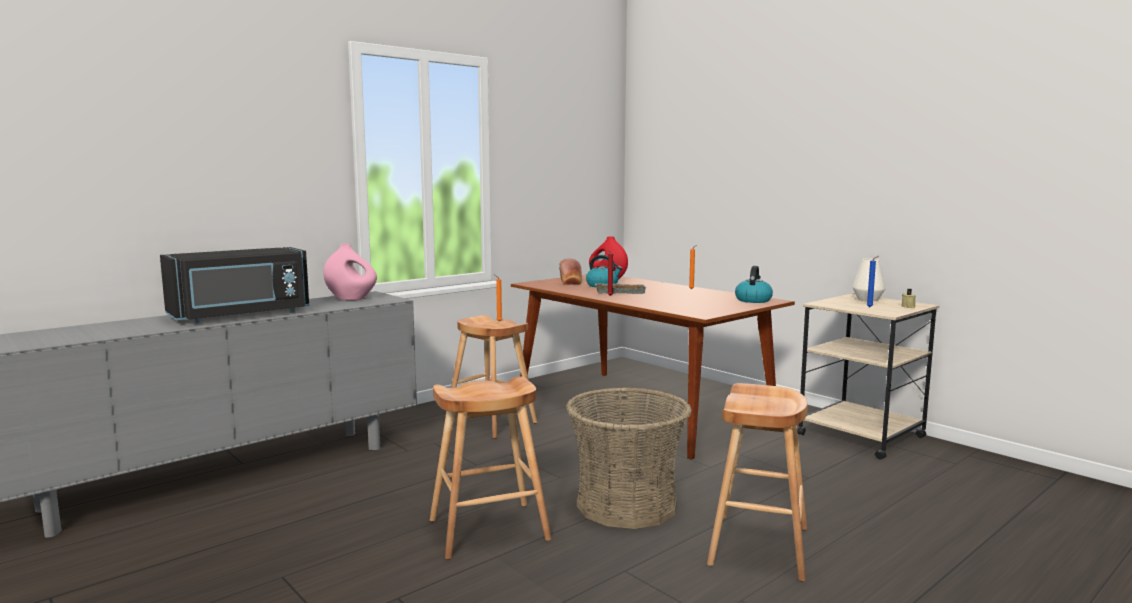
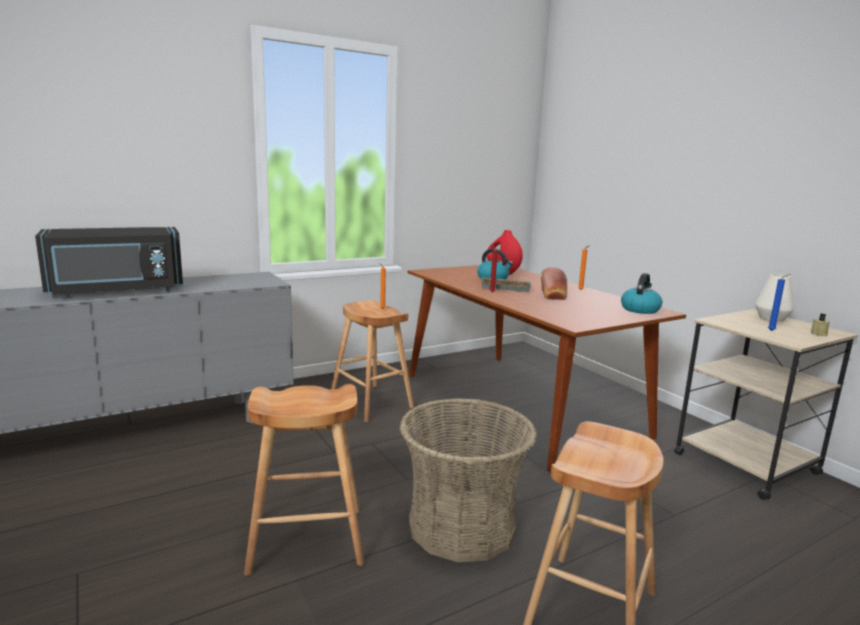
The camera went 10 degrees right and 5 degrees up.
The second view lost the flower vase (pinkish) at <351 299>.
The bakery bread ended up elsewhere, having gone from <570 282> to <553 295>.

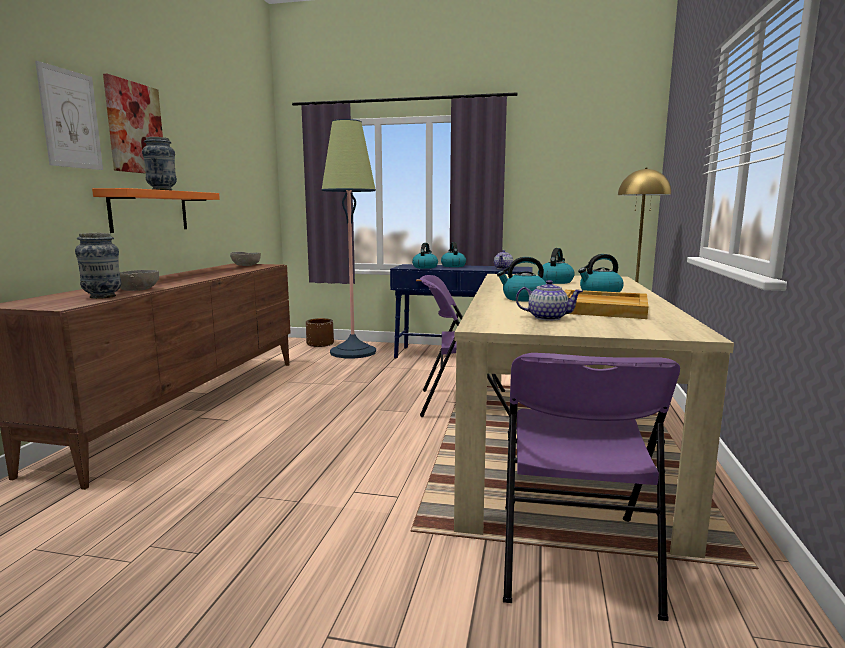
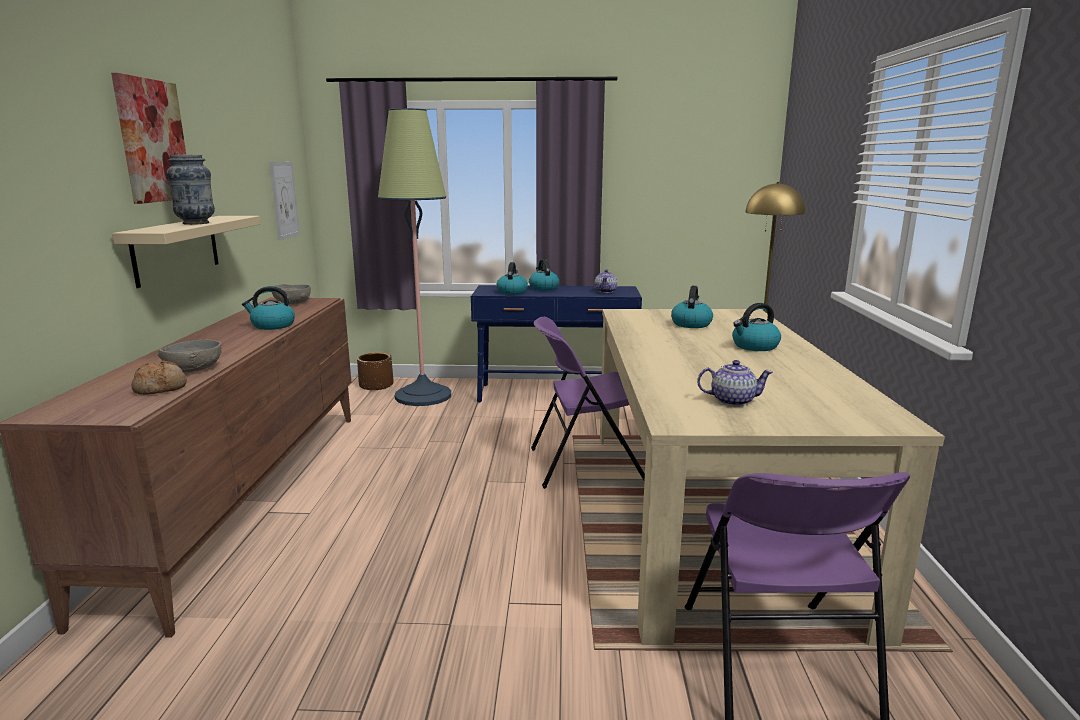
The camera went 10 degrees left and 5 degrees up.
The picture ended up elsewhere, having gone from <70 119> to <284 200>.
What was the bracket shelf (orange) at <149 211> turned into the bracket shelf (beige-coloured) at <176 249>.
Where the flower vase stood at <102 297>, the bakery bread came to stand at <161 388>.
The kettle ended up elsewhere, having gone from <523 298> to <272 326>.
The second view lost the tray (beige-coloured) at <603 308>.

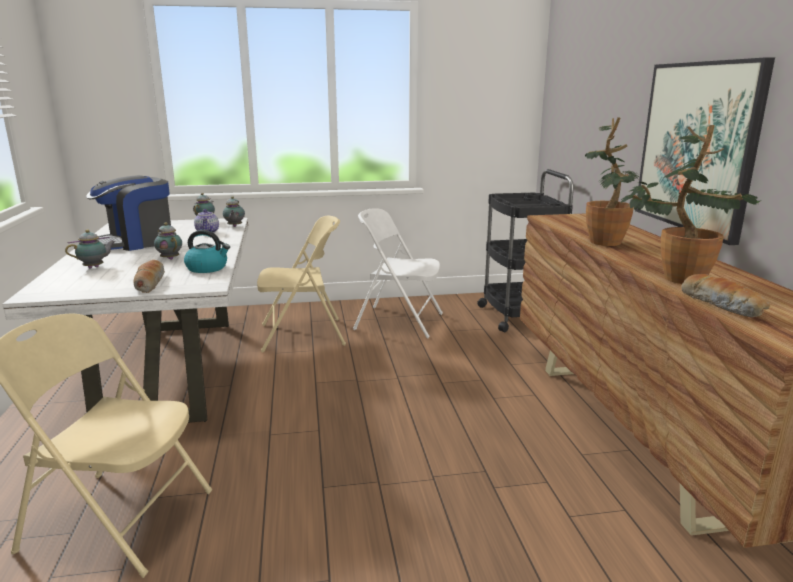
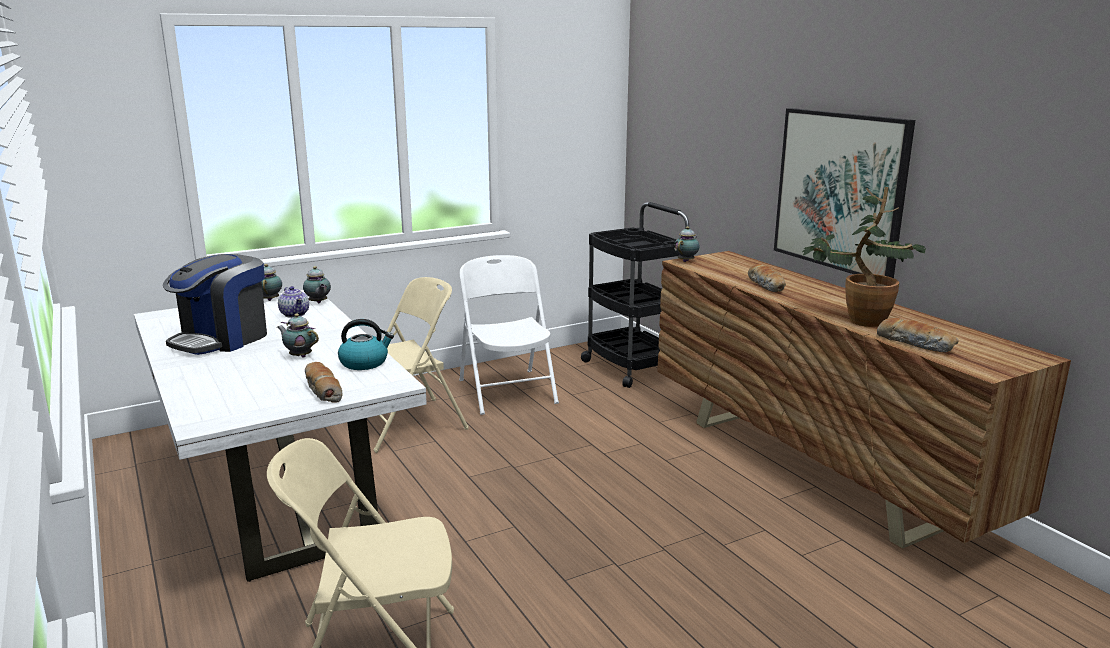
The camera went 20 degrees left and 0 degrees up.
Where the potted plant stood at <607 240>, the bakery bread came to stand at <766 285>.
The upright chair (whitish) at <399 321> ended up facing another way, 75 degrees clockwise from before.
The tea pot ended up elsewhere, having gone from <95 267> to <686 261>.

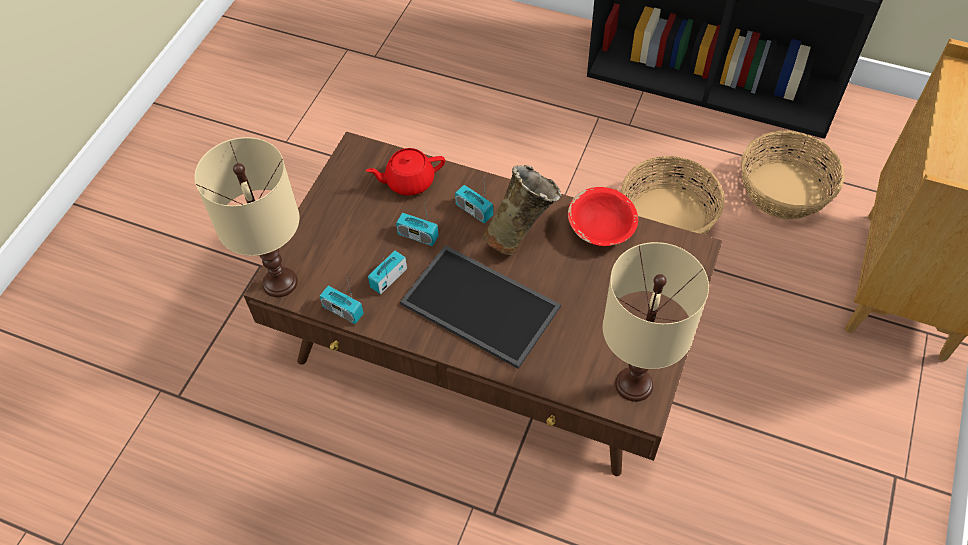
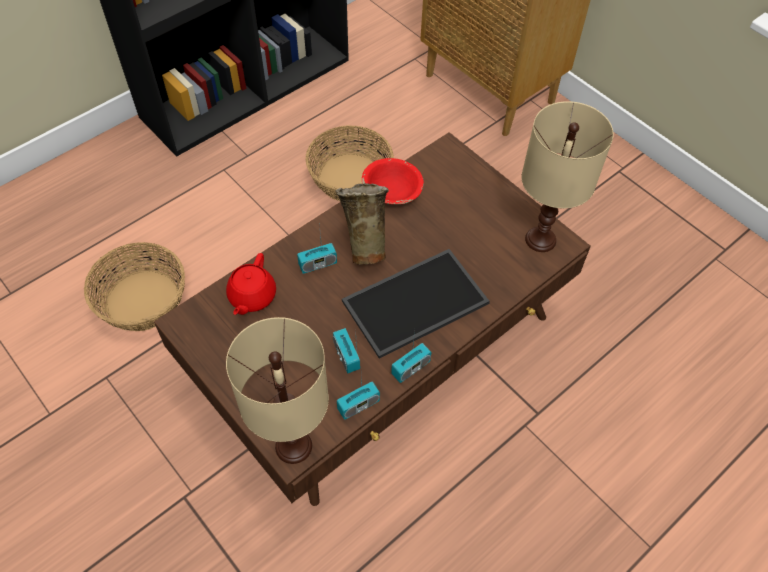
The camera went 65 degrees left and 0 degrees up.
The basket ended up elsewhere, having gone from <784 190> to <142 300>.
The radio ended up elsewhere, having gone from <418 236> to <411 368>.

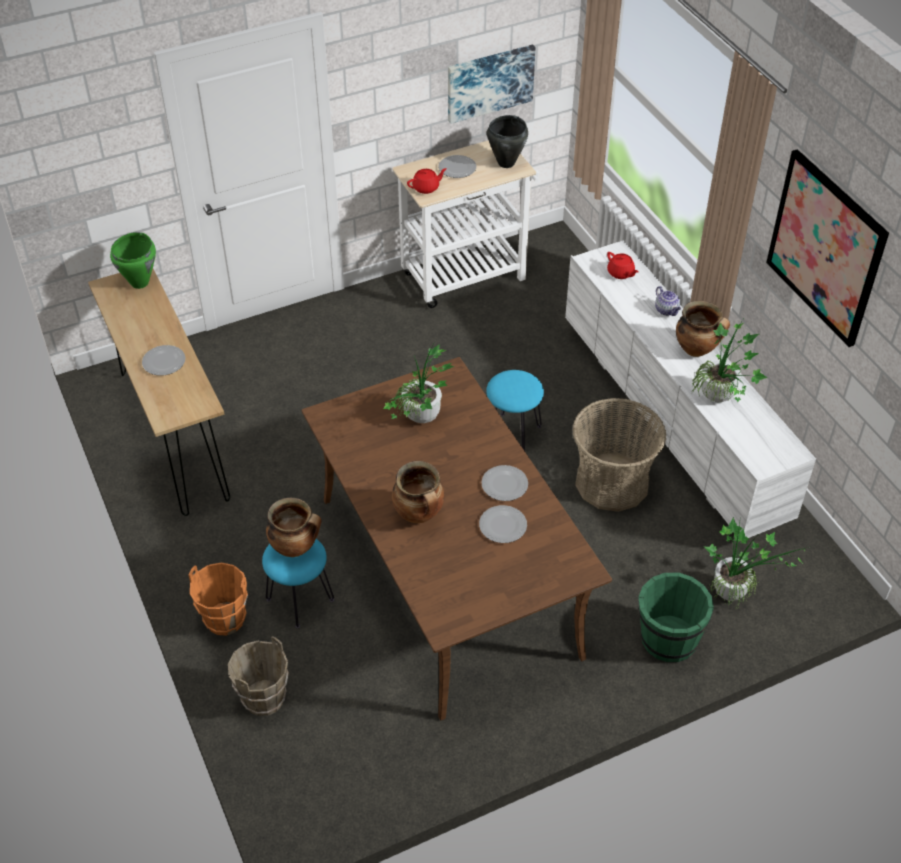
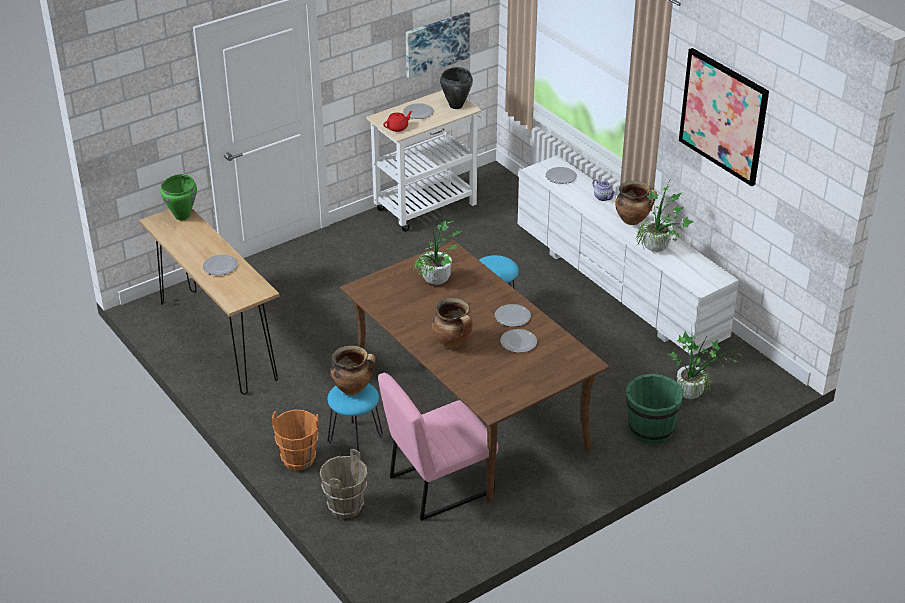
The camera went 10 degrees left and 10 degrees down.
Where the tea pot (red-coloured) stood at <620 273>, the plate came to stand at <561 177>.
The second view lost the basket at <612 483>.
The second view gained the upright chair (pinkish) at <438 485>.

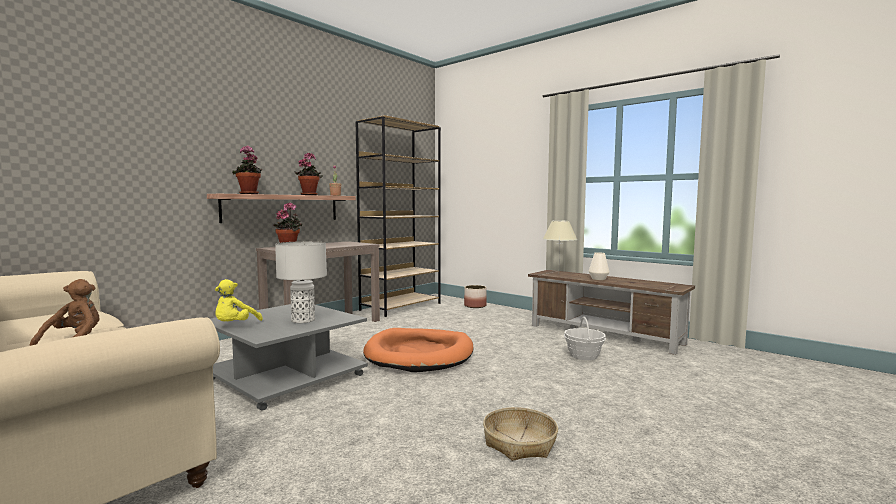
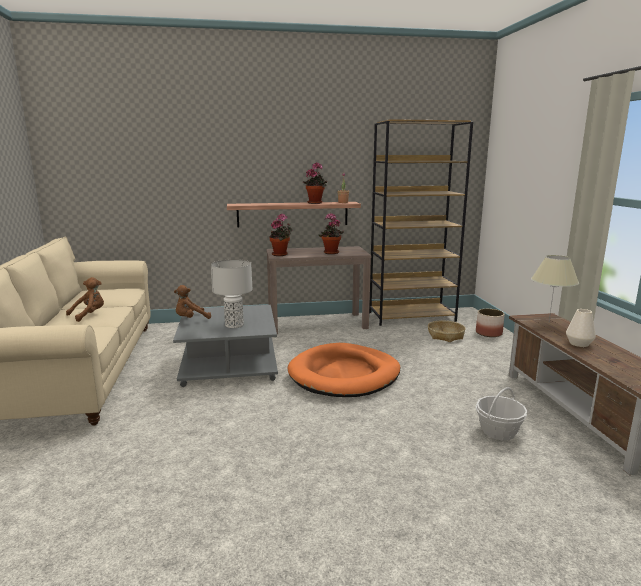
The camera went 40 degrees right and 10 degrees up.
The potted plant ended up elsewhere, having gone from <249 194> to <331 253>.
What was the cuddly toy (yellow-coloured) at <235 325> turned into the cuddly toy (brownish) at <191 319>.
The basket ended up elsewhere, having gone from <519 443> to <445 336>.

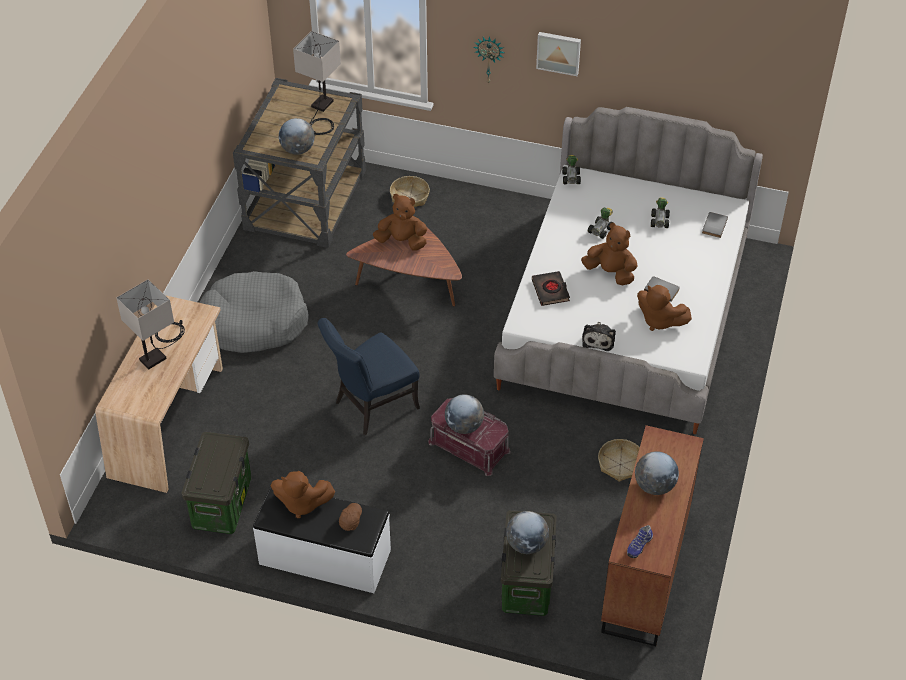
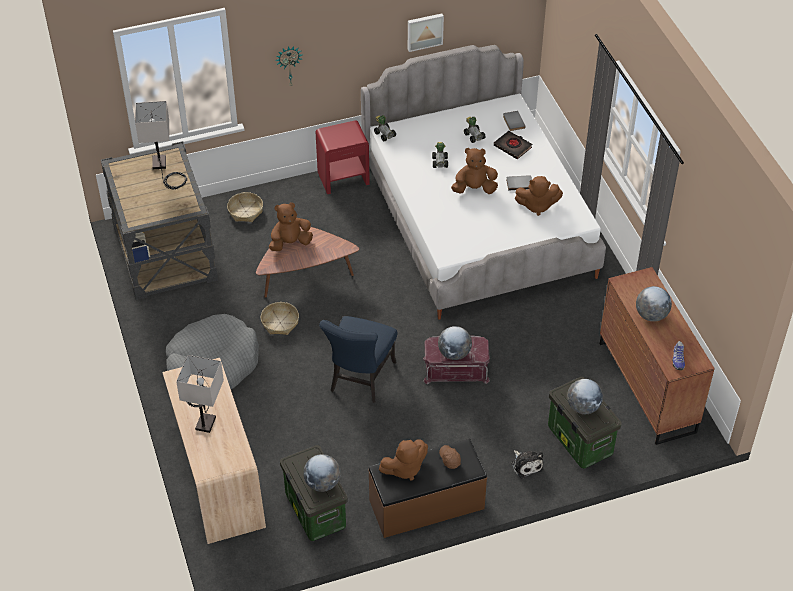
The camera went 35 degrees left and 0 degrees up.
The picture ended up elsewhere, having gone from <558 52> to <424 31>.
The desk globe ended up elsewhere, having gone from <298 150> to <322 483>.
The volume (black-coloured) ended up elsewhere, having gone from <550 290> to <512 147>.
The cuddly toy ended up elsewhere, having gone from <598 339> to <526 465>.
The basket ended up elsewhere, having gone from <620 464> to <280 323>.
What was the indoor bench (whitish) at <324 558> turned into the indoor bench (brownish) at <427 505>.
The second view gained the nightstand (red-coloured) at <343 178>.

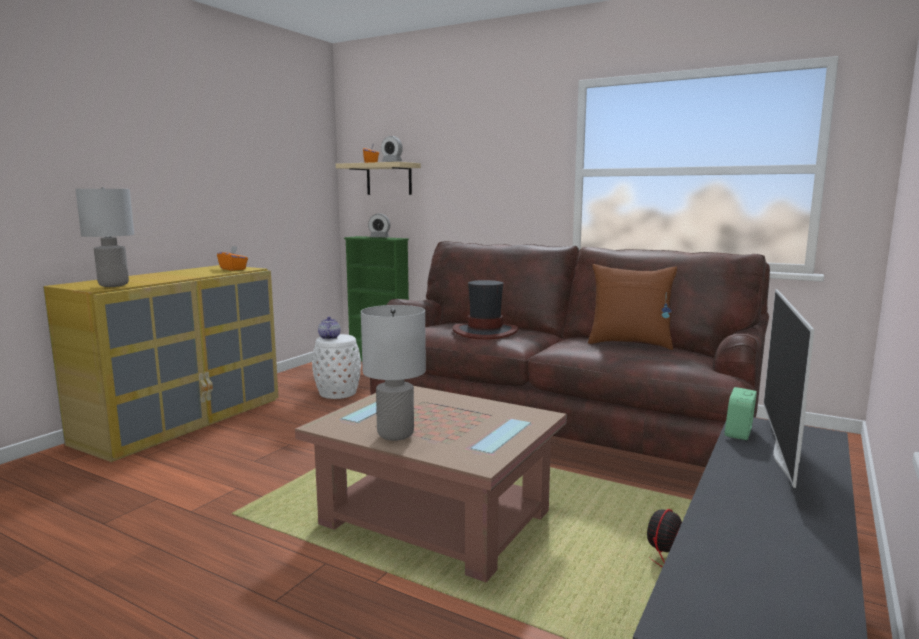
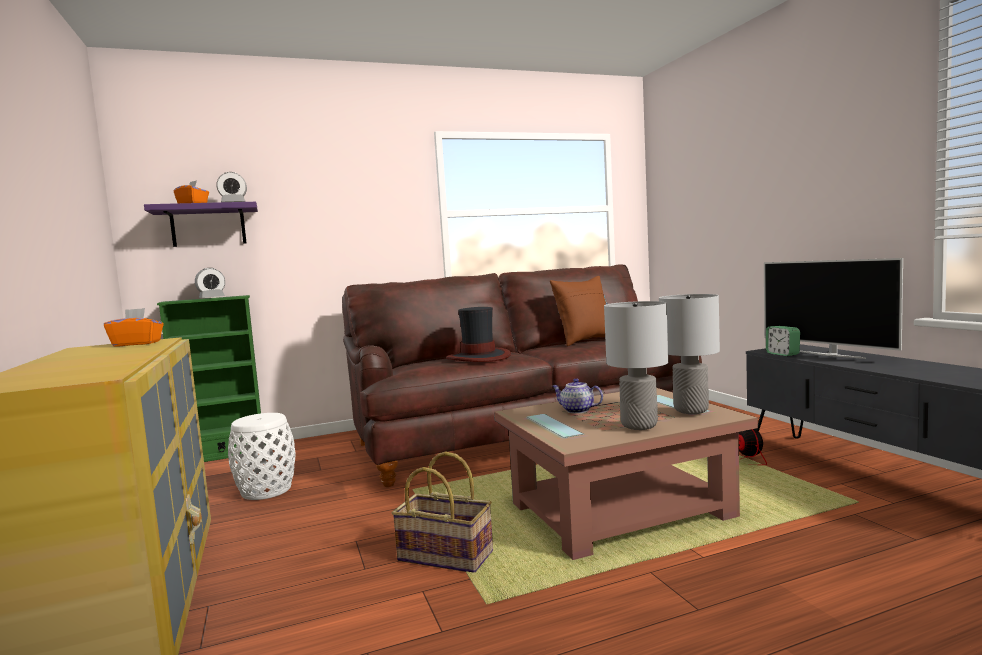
The camera went 50 degrees left and 5 degrees down.
What was the bracket shelf (beige-coloured) at <389 179> turned into the bracket shelf (purplish) at <208 226>.
The table lamp (greyish) ended up elsewhere, having gone from <114 286> to <690 412>.
The tea pot ended up elsewhere, having gone from <329 337> to <576 410>.
The second view gained the basket at <446 555>.

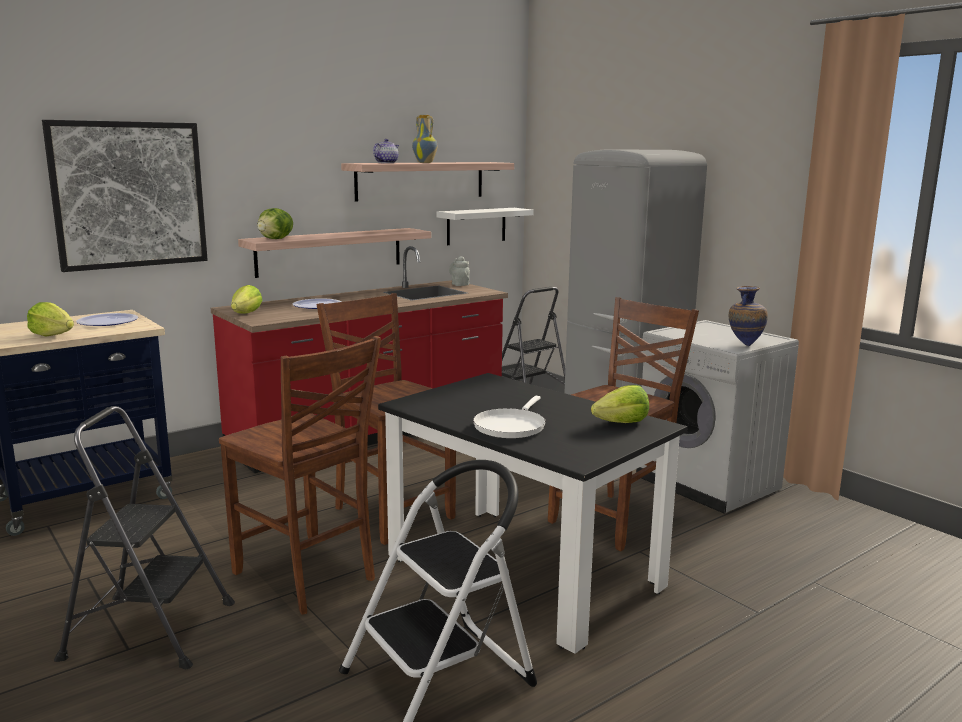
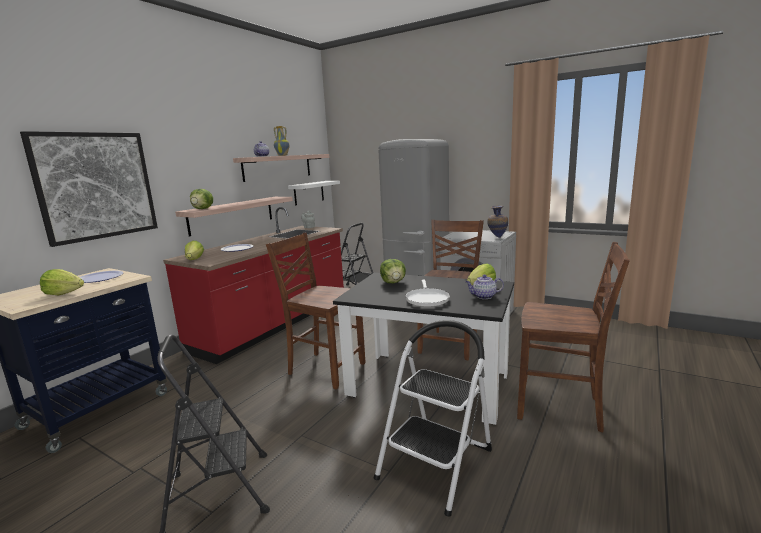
The camera went 20 degrees left and 0 degrees up.
The upright chair (brownish) ended up elsewhere, having gone from <306 577> to <560 408>.
The second view gained the head of lettuce at <393 282>.
The second view gained the tea pot at <483 296>.

